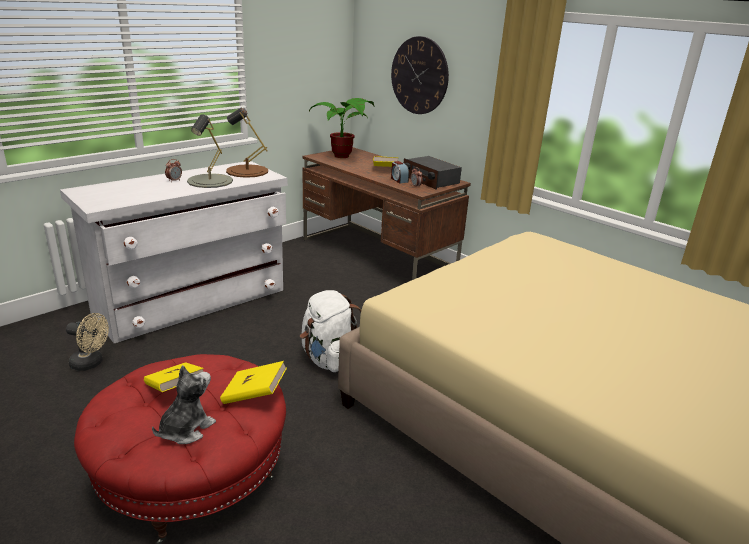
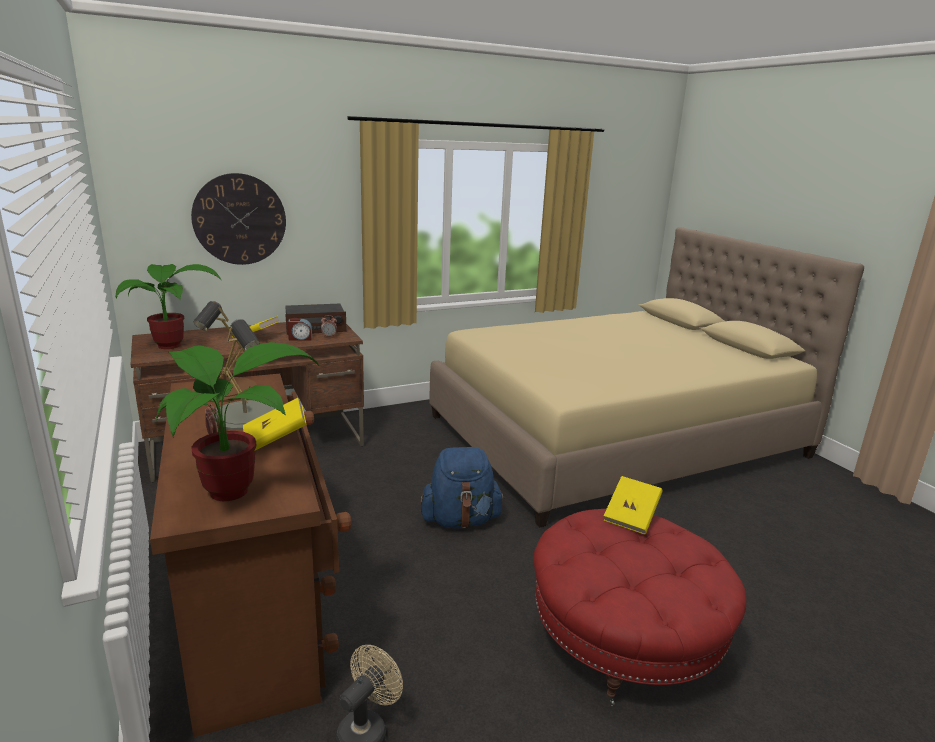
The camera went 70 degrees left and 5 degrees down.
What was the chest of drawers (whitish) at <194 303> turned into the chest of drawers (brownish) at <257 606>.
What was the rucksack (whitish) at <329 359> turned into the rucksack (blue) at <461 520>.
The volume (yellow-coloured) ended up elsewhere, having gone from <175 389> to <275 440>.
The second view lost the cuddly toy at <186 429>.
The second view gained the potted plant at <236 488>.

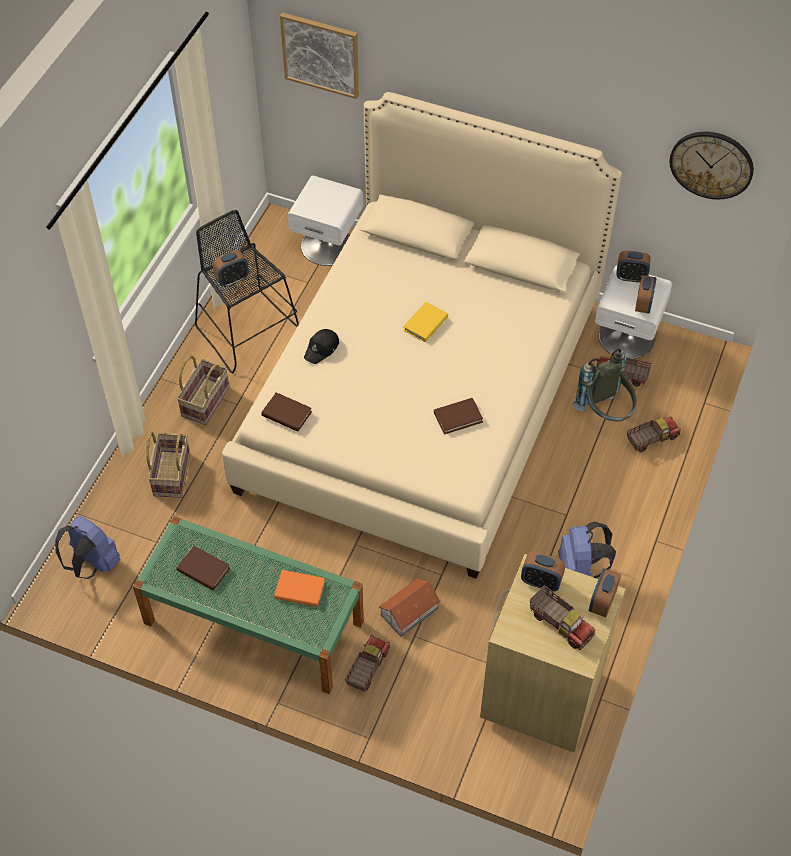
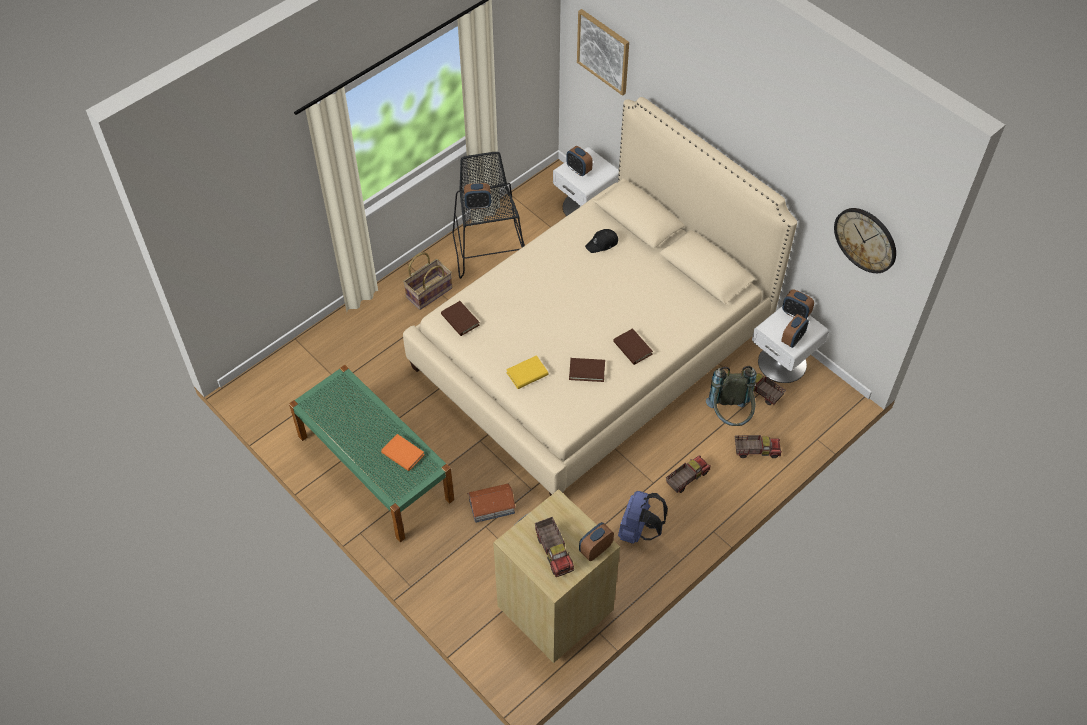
The camera went 25 degrees right and 0 degrees up.
The volume (yellow-coloured) ended up elsewhere, having gone from <425 324> to <527 374>.
The baseball cap (black-coloured) ended up elsewhere, having gone from <322 349> to <602 244>.
The second view lost the basket at <171 474>.
The second view lost the rucksack (blue) at <93 564>.
The volume (brownish) ended up elsewhere, having gone from <203 570> to <632 348>.
The alarm clock ended up elsewhere, having gone from <541 581> to <578 170>.
The toy truck ended up elsewhere, having gone from <367 668> to <686 478>.

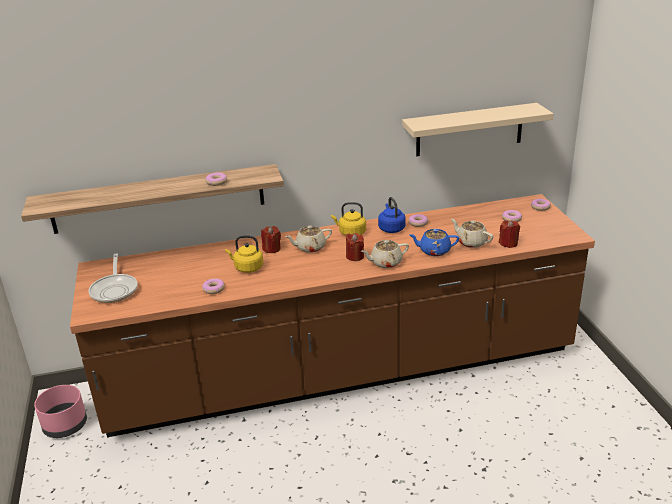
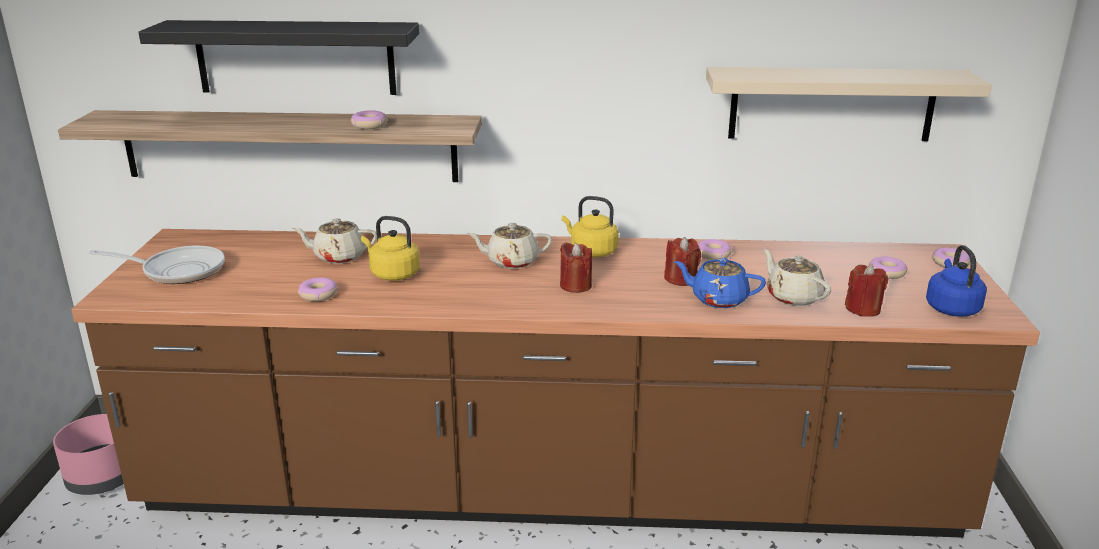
The camera went 15 degrees right and 5 degrees down.
The kettle (blue) ended up elsewhere, having gone from <391 228> to <951 308>.
The wax candle (red-coloured) ended up elsewhere, having gone from <271 249> to <681 279>.
The tea pot (beige-coloured) ended up elsewhere, having gone from <385 263> to <338 257>.
The skillet at <115 289> ended up facing another way, 90 degrees counterclockwise from before.
The second view gained the bracket shelf (black-coloured) at <295 57>.

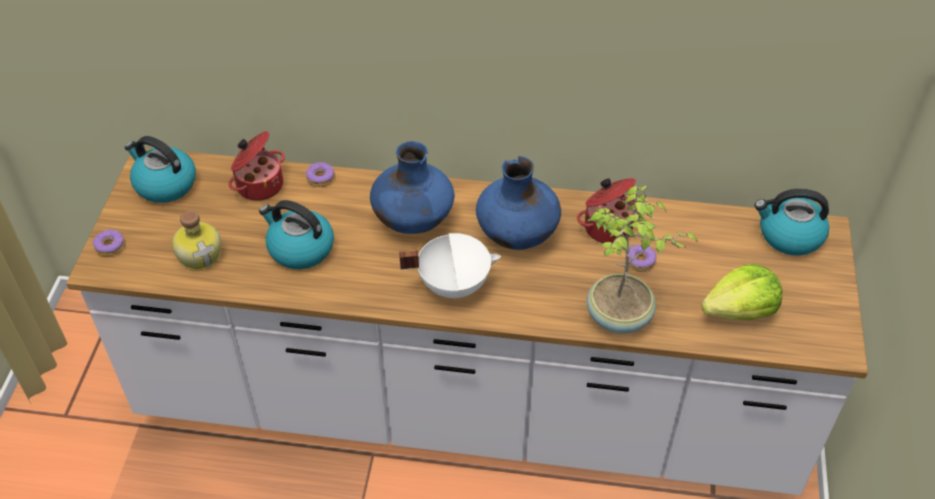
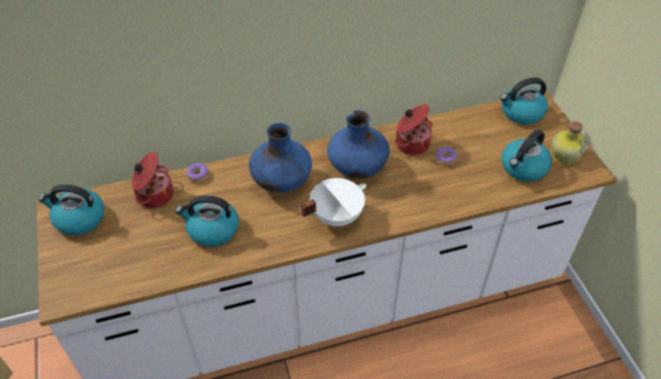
The camera went 25 degrees left and 0 degrees up.
The second view lost the potted plant at <619 318>.
The beverage bottle ended up elsewhere, having gone from <201 254> to <564 153>.
The second view lost the ring doughnut at <110 246>.
Where the head of lettuce stood at <740 310>, the kettle came to stand at <523 168>.

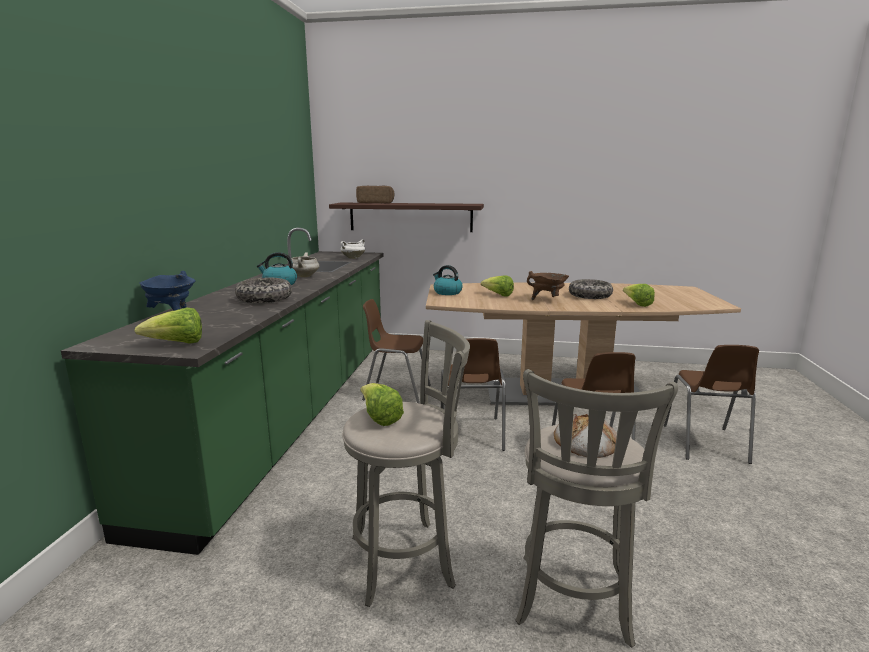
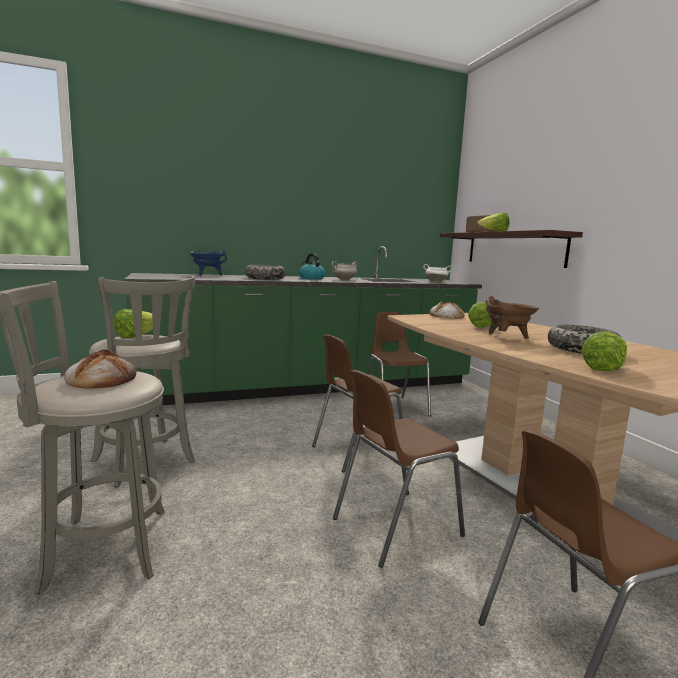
The camera went 60 degrees right and 5 degrees down.
Where the kettle stood at <447 292>, the bakery bread came to stand at <446 316>.
The head of lettuce ended up elsewhere, having gone from <177 344> to <494 232>.

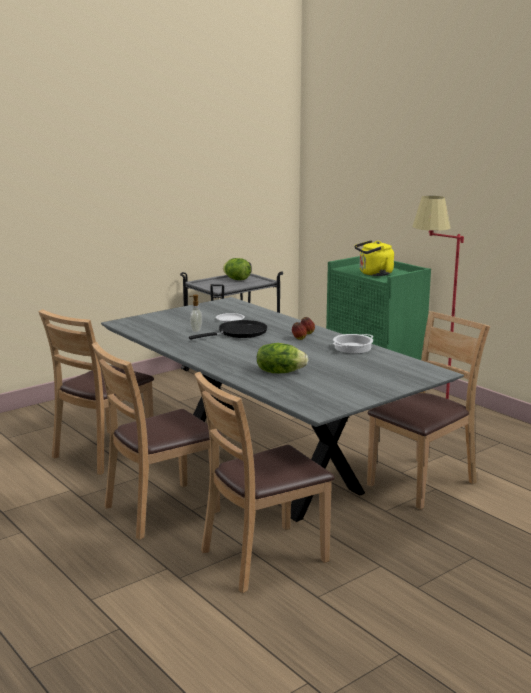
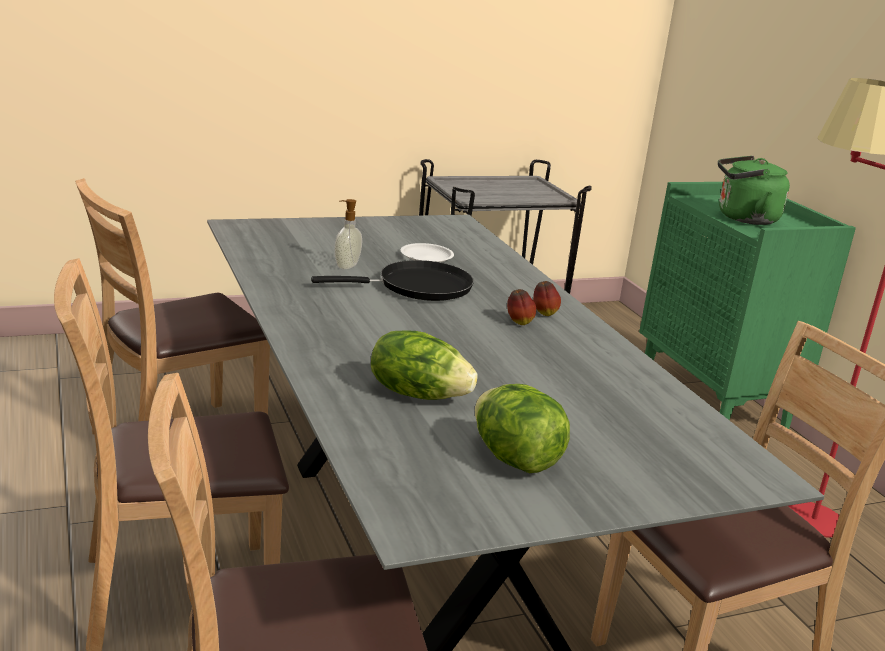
The camera went 15 degrees right and 5 degrees up.
What was the kettle (yellow-coloured) at <374 274> turned into the kettle (green-coloured) at <743 218>.
The head of lettuce ended up elsewhere, having gone from <237 279> to <514 459>.
The second view lost the saucepot at <353 348>.

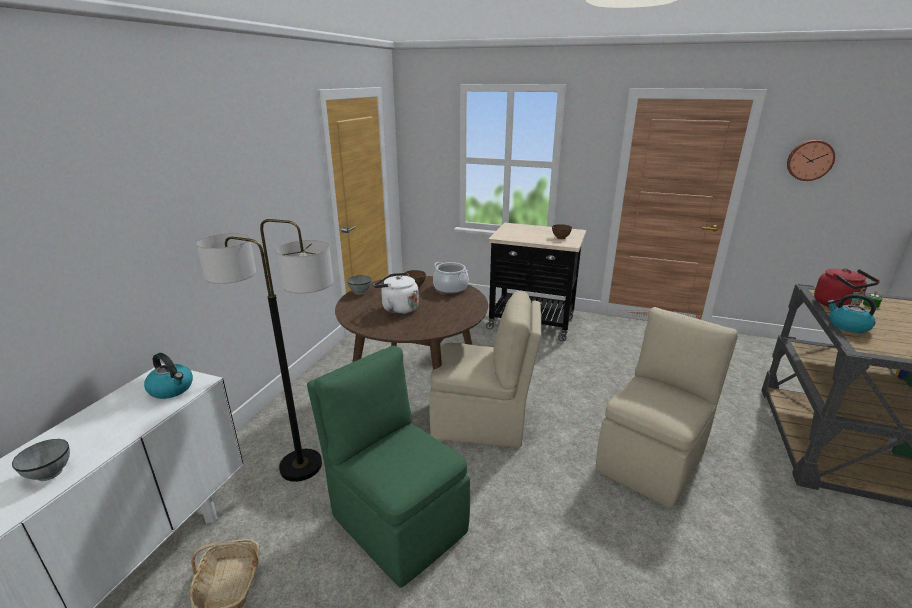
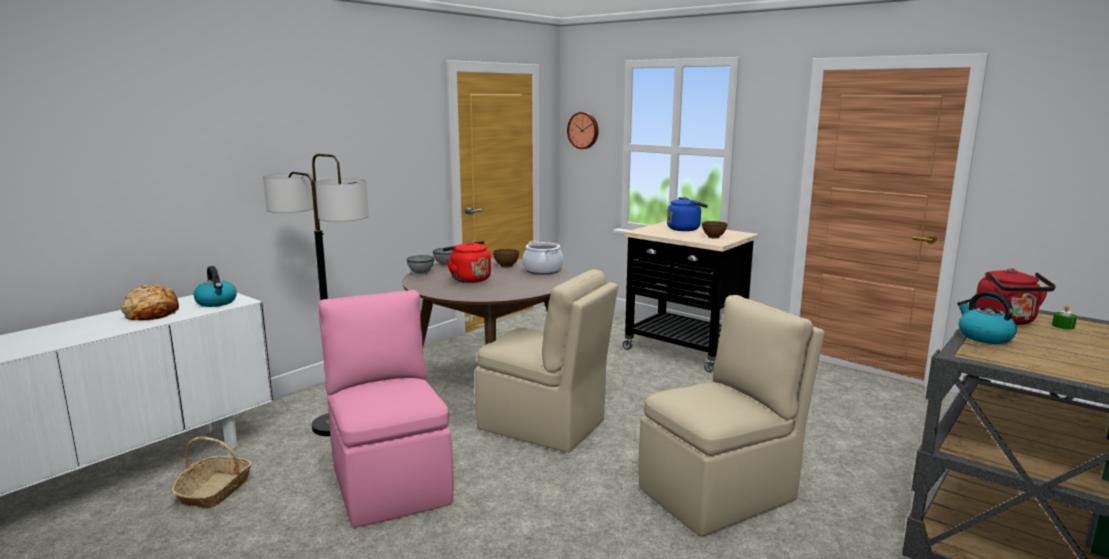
The camera went 20 degrees right and 10 degrees down.
The wall clock ended up elsewhere, having gone from <809 160> to <583 130>.
What was the kettle (whitish) at <398 308> turned into the kettle (red-coloured) at <468 279>.
What was the upright chair (green-coloured) at <397 521> turned into the upright chair (pinkish) at <390 482>.
The deep dish (greyish) ended up elsewhere, having gone from <49 473> to <420 273>.
The second view gained the kettle (blue) at <685 229>.
The second view gained the bakery bread at <152 313>.

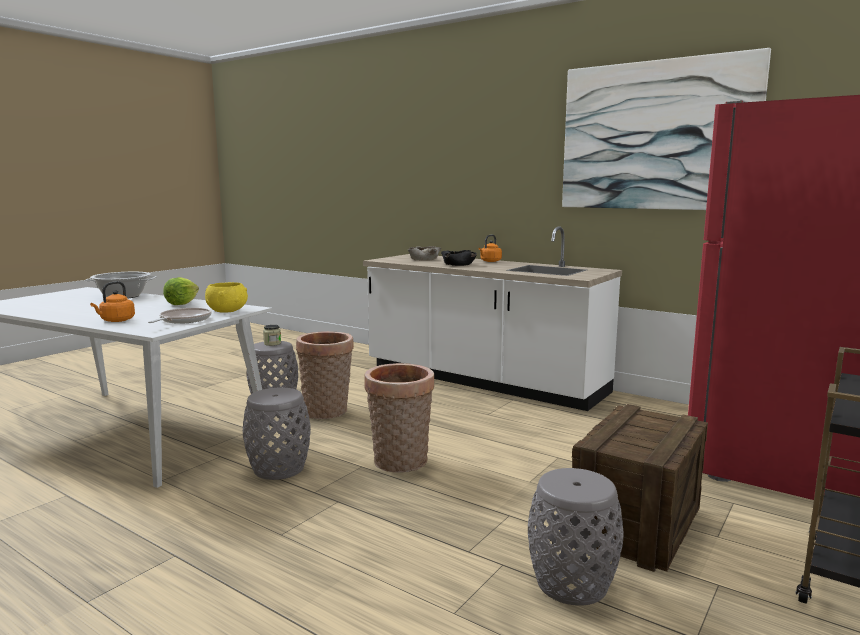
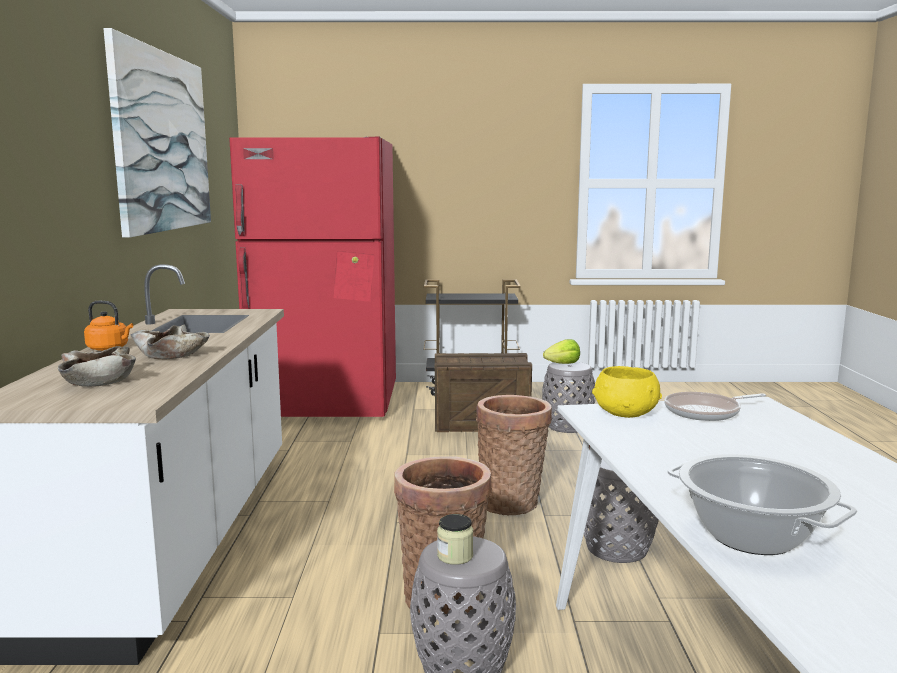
The camera went 125 degrees left and 0 degrees up.
What was the deep dish (black-coloured) at <457 264> turned into the deep dish (beige-coloured) at <171 354>.
The head of lettuce ended up elsewhere, having gone from <182 303> to <563 364>.
The second view lost the kettle (orange) at <116 320>.

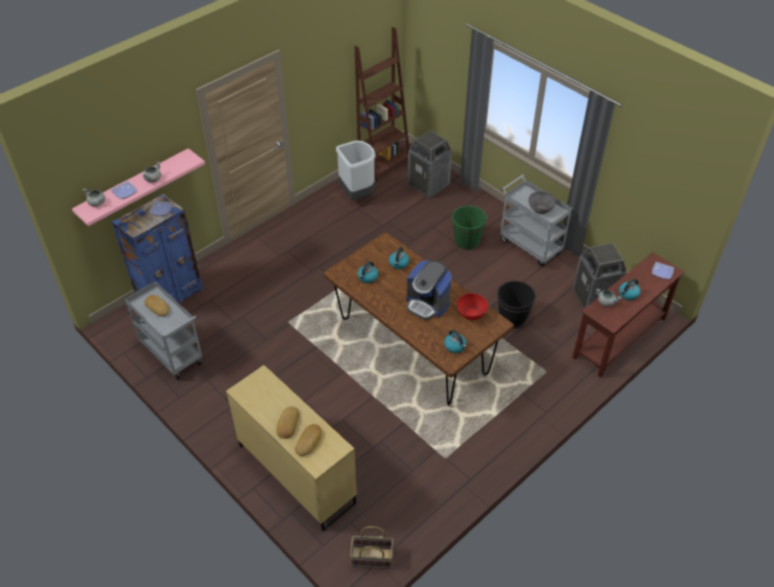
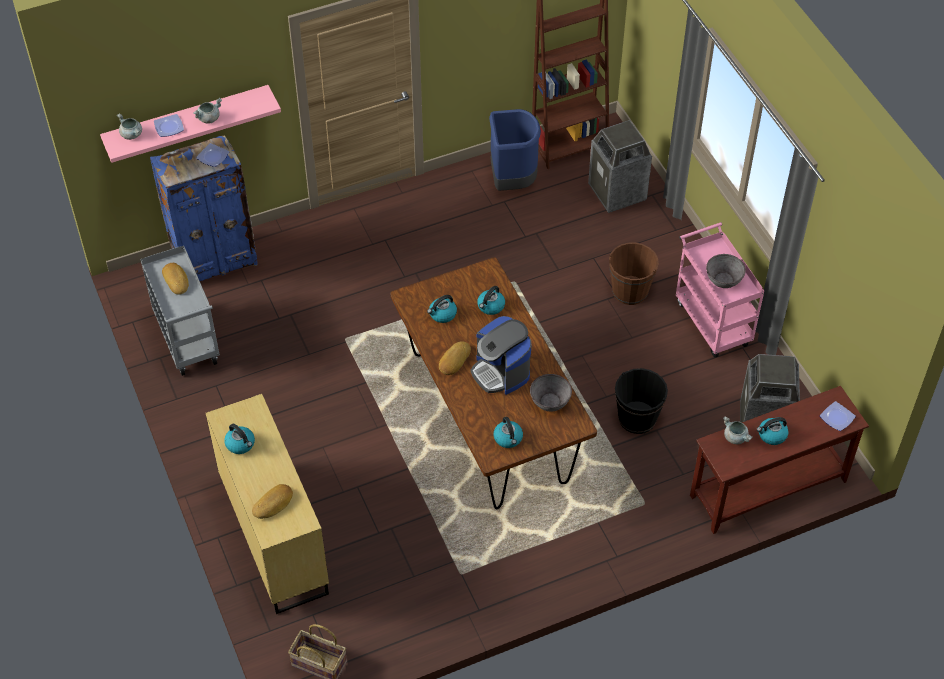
The camera went 20 degrees right and 5 degrees up.
What was the rubbish bin (greyish) at <357 195> turned into the rubbish bin (blue) at <512 182>.
What was the trolley (greyish) at <528 247> turned into the trolley (pinkish) at <711 323>.
What was the water bucket (green-coloured) at <467 241> turned into the water bucket (brownish) at <630 291>.
What was the deep dish (red-coloured) at <471 314> turned into the deep dish (greyish) at <550 401>.
The bakery bread ended up elsewhere, having gone from <287 424> to <453 360>.
The second view gained the kettle at <241 444>.

